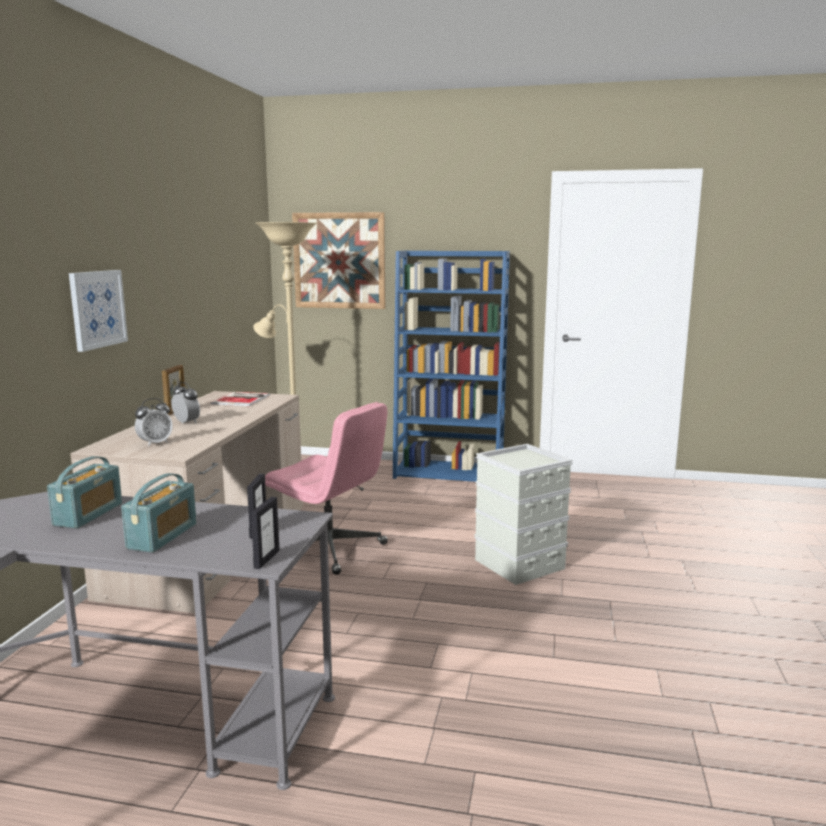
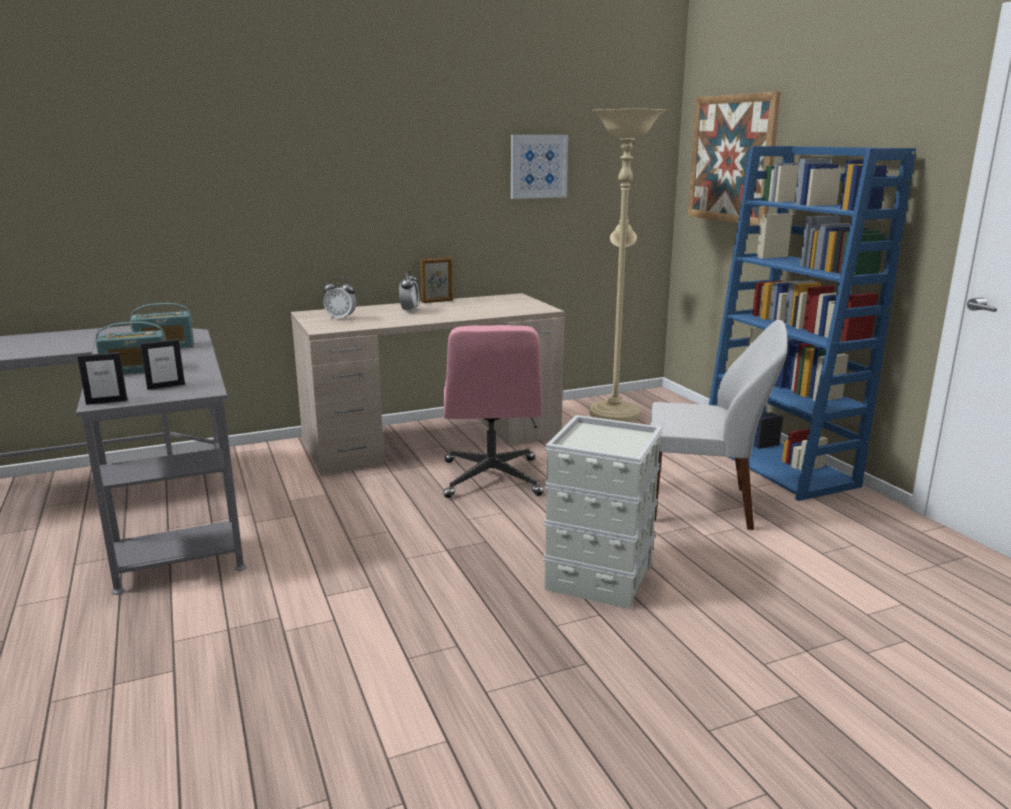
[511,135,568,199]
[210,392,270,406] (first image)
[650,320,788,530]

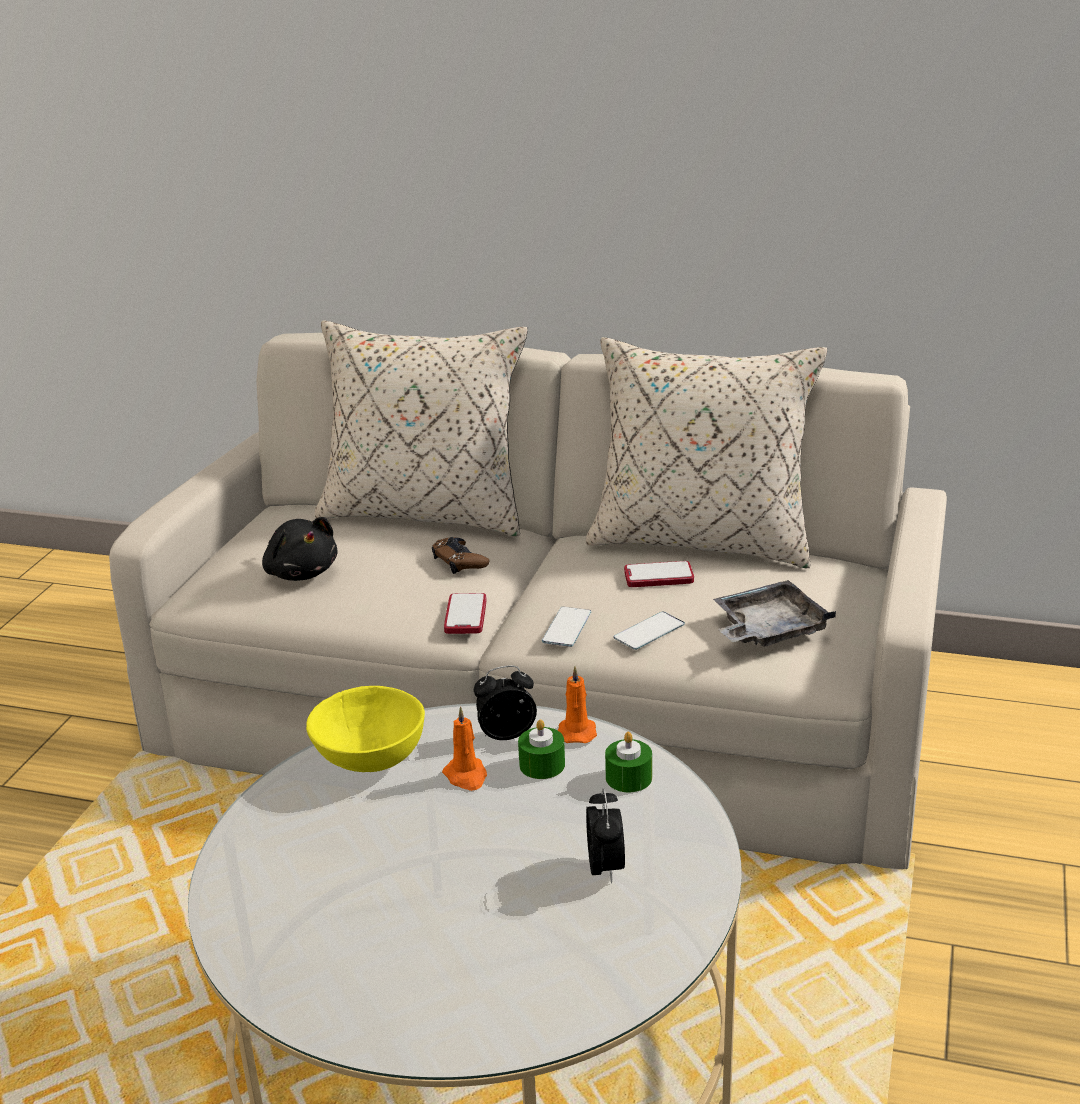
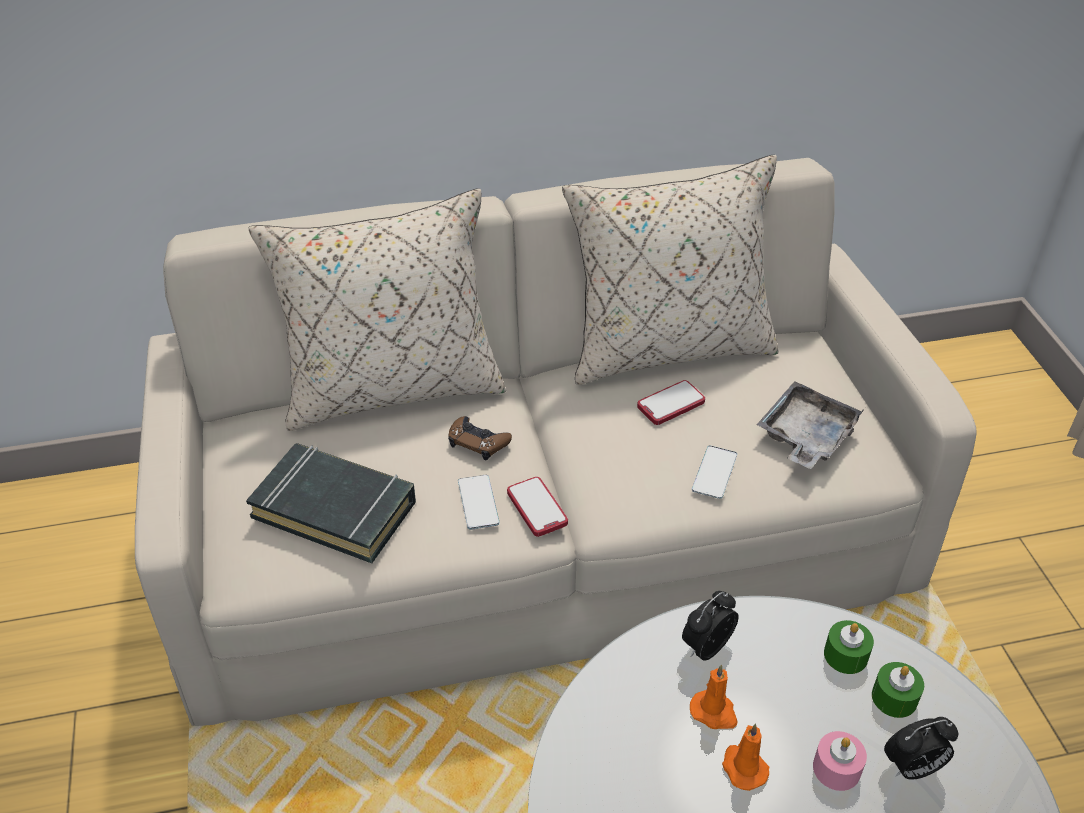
[246,443,416,563]
[306,686,425,772] (first image)
[872,662,924,718]
[458,475,500,530]
[722,723,769,791]
[884,717,958,780]
[813,731,867,791]

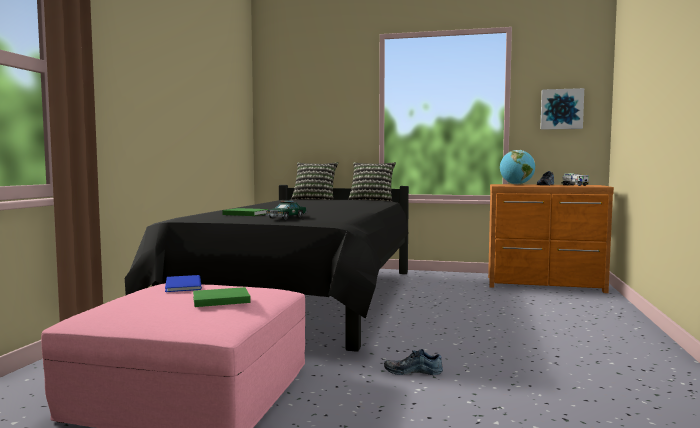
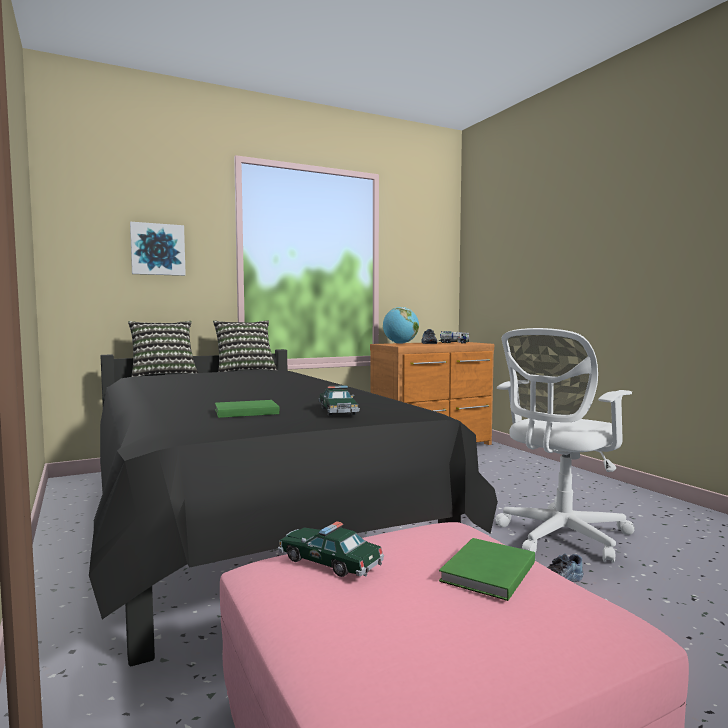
[278,521,384,577]
[130,222,186,276]
[495,328,635,563]

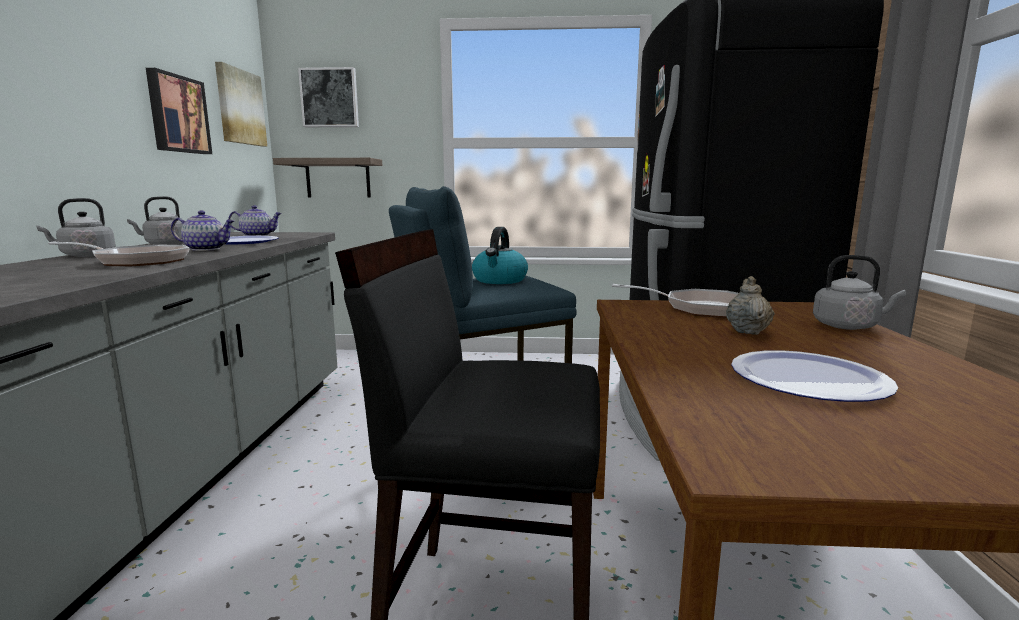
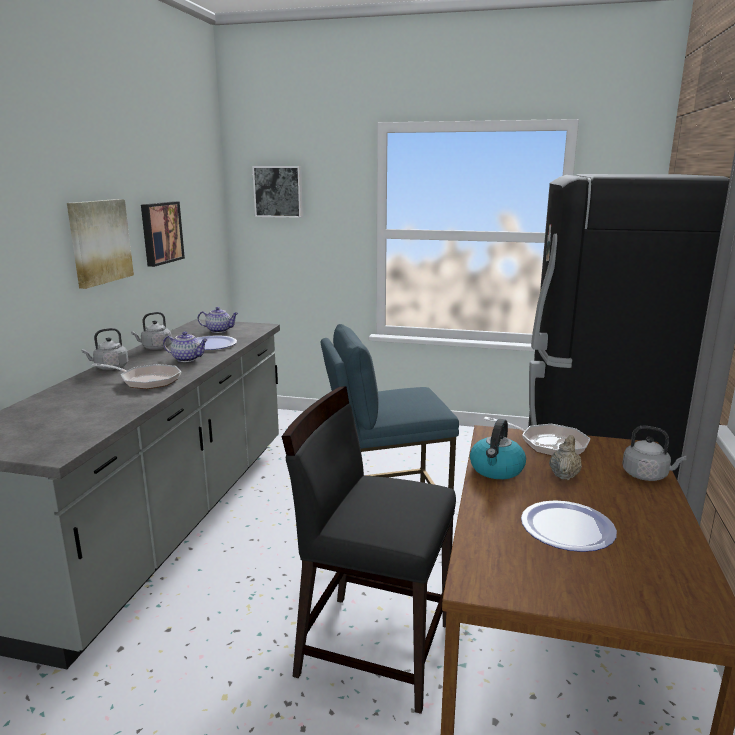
[67,199,134,289]
[273,158,382,198] (first image)
[470,419,526,479]

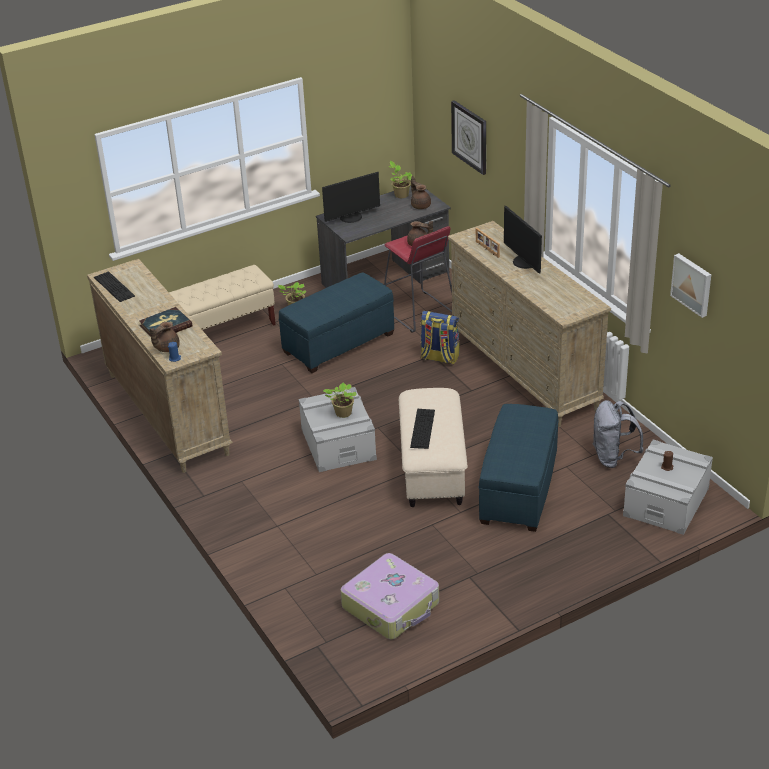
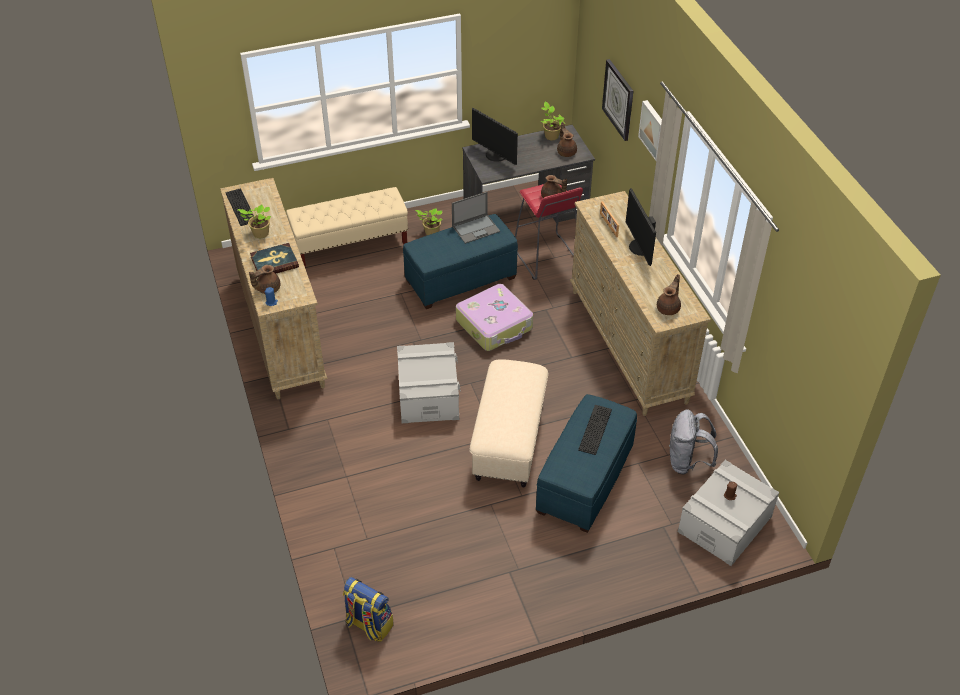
[472,108,518,165]
[238,205,271,238]
[456,284,533,351]
[578,405,612,455]
[343,577,394,642]
[638,100,662,161]
[452,192,500,244]
[657,274,681,315]

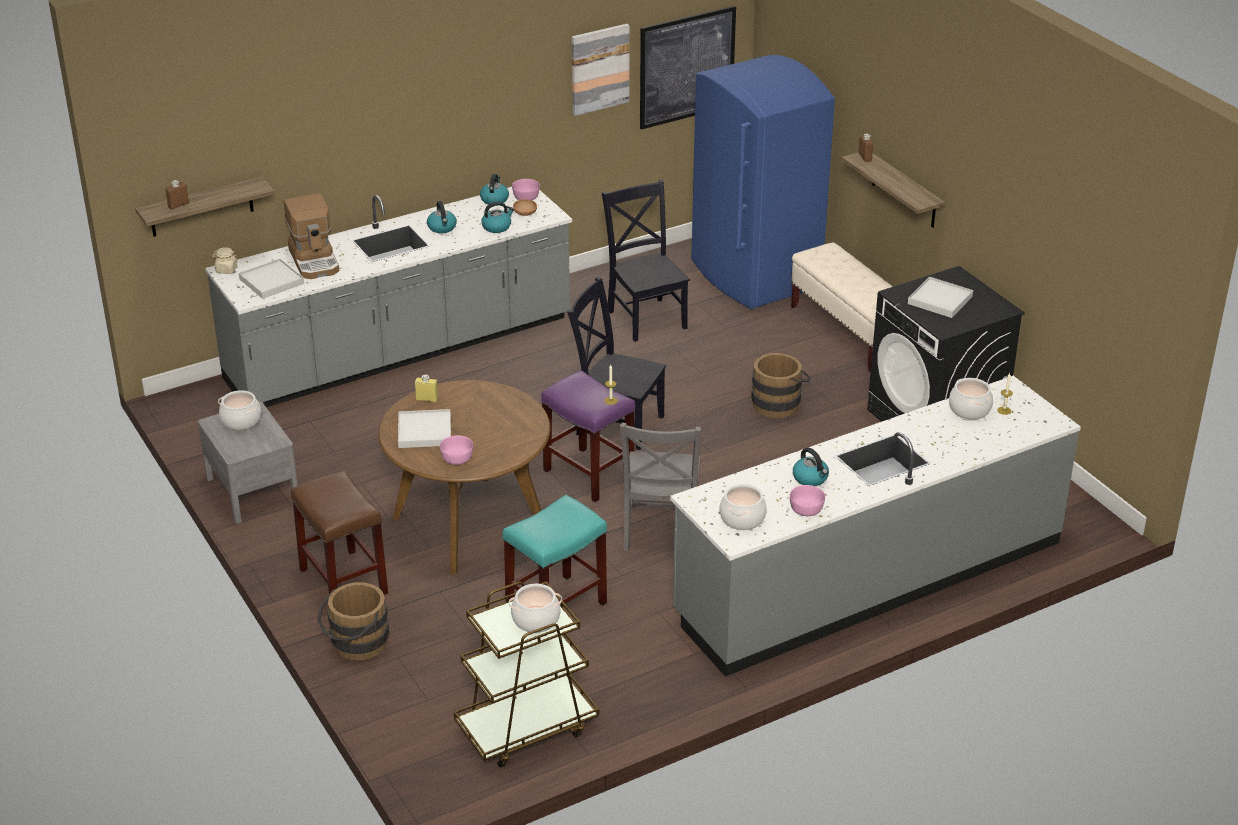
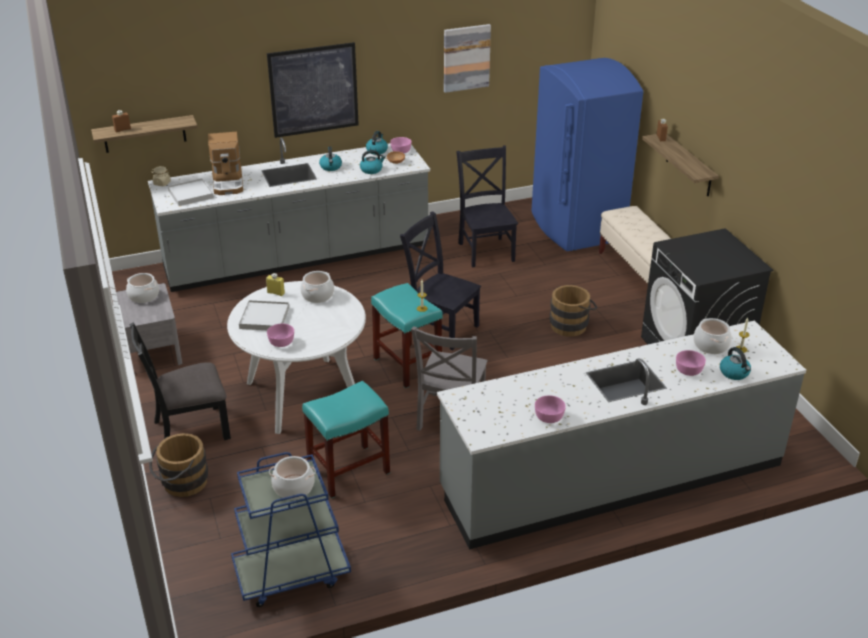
[129,322,231,440]
[227,281,366,434]
[231,452,351,607]
[371,283,443,388]
[267,42,359,138]
[300,271,334,303]
[720,347,751,380]
[908,277,973,318] (first image)
[676,350,706,376]

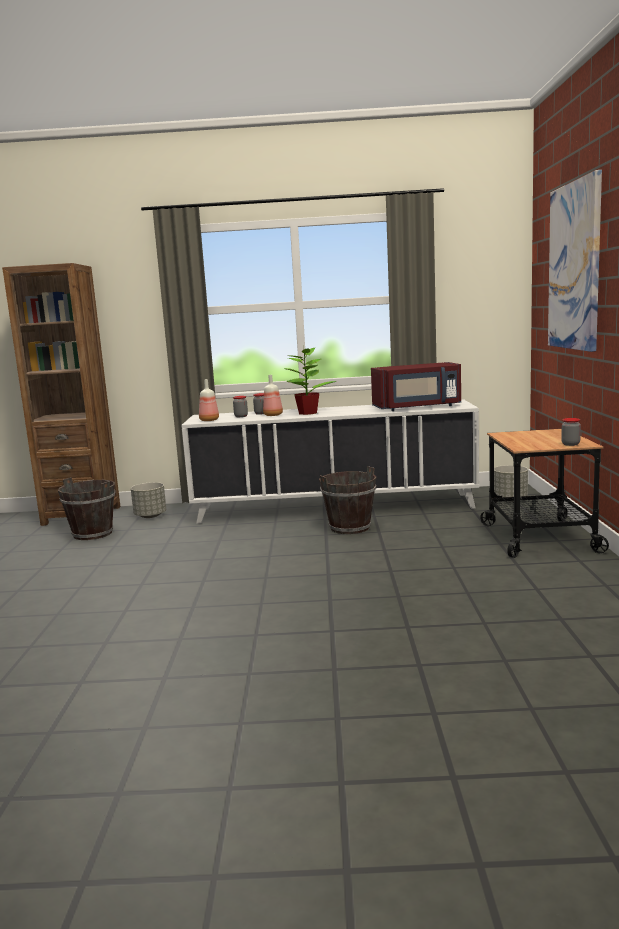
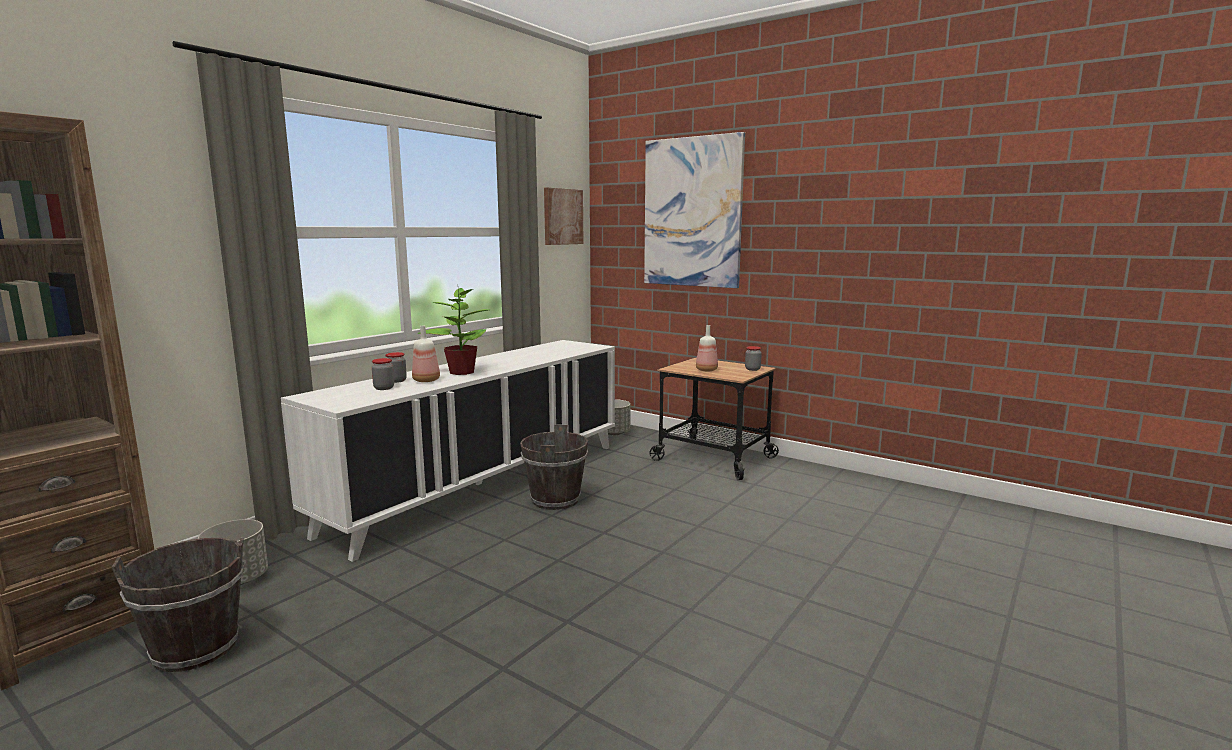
[696,325,718,371]
[371,362,461,411] (first image)
[544,188,584,245]

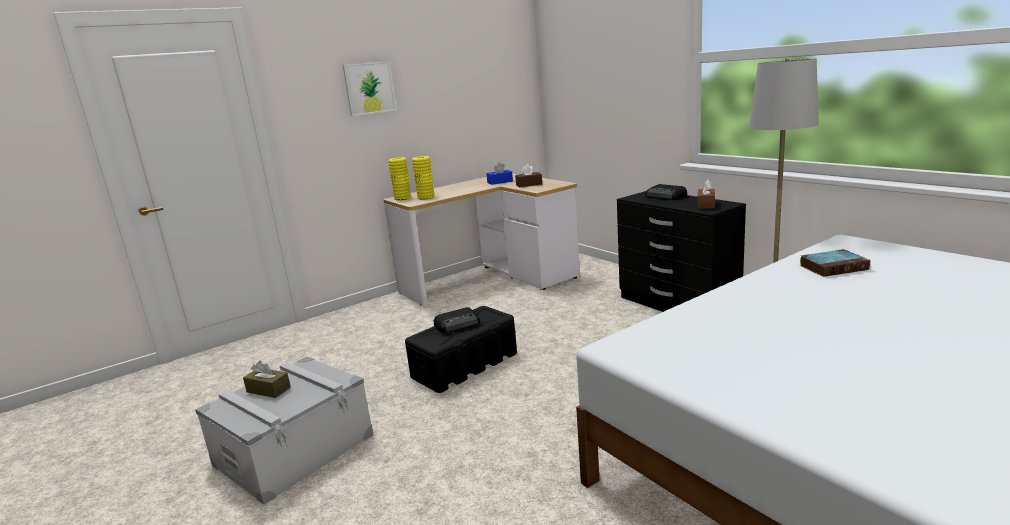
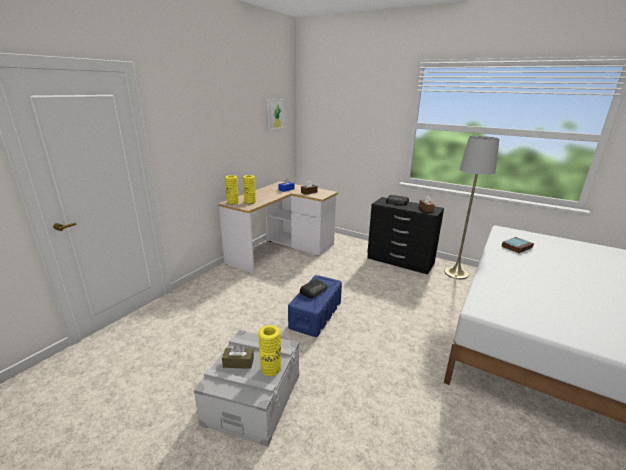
[267,99,286,130]
[288,275,342,337]
[258,325,281,376]

